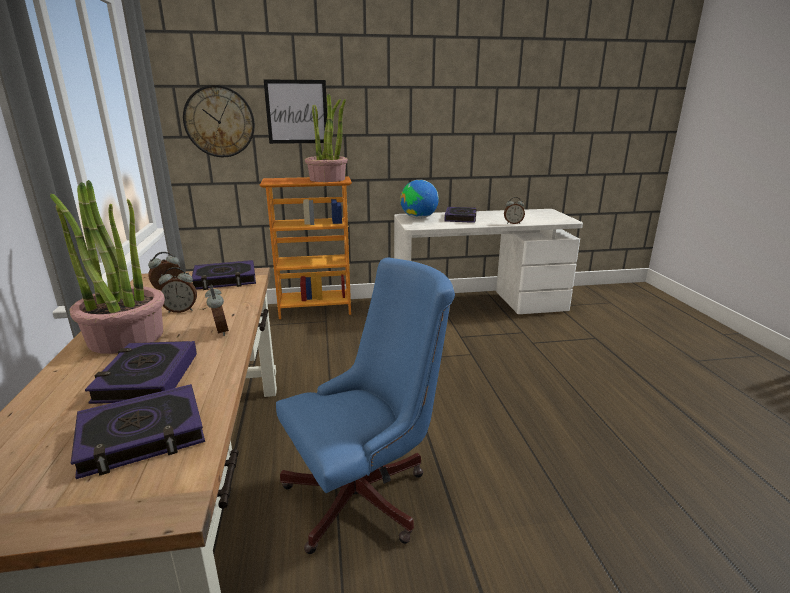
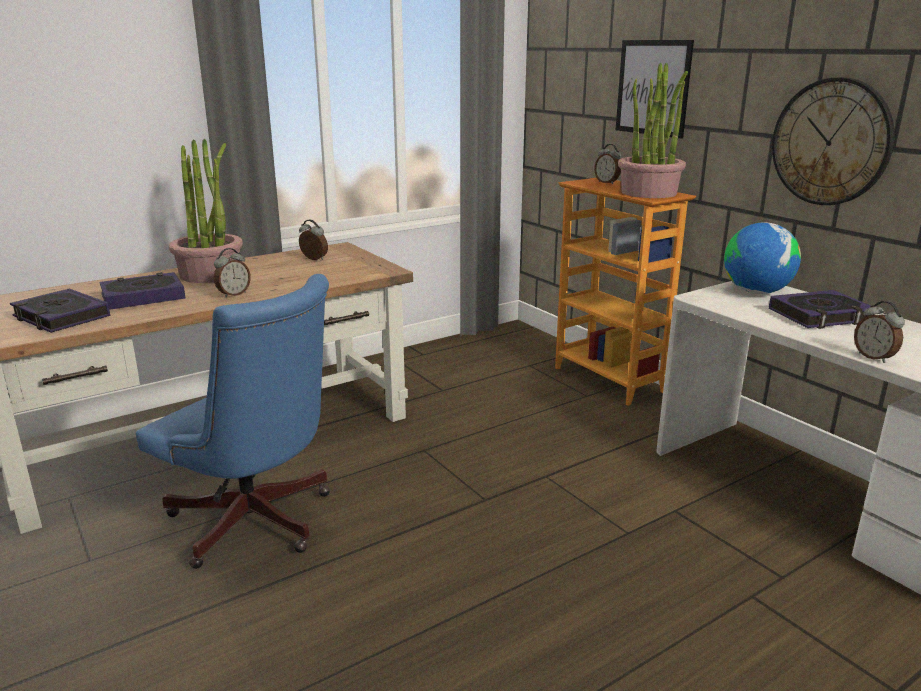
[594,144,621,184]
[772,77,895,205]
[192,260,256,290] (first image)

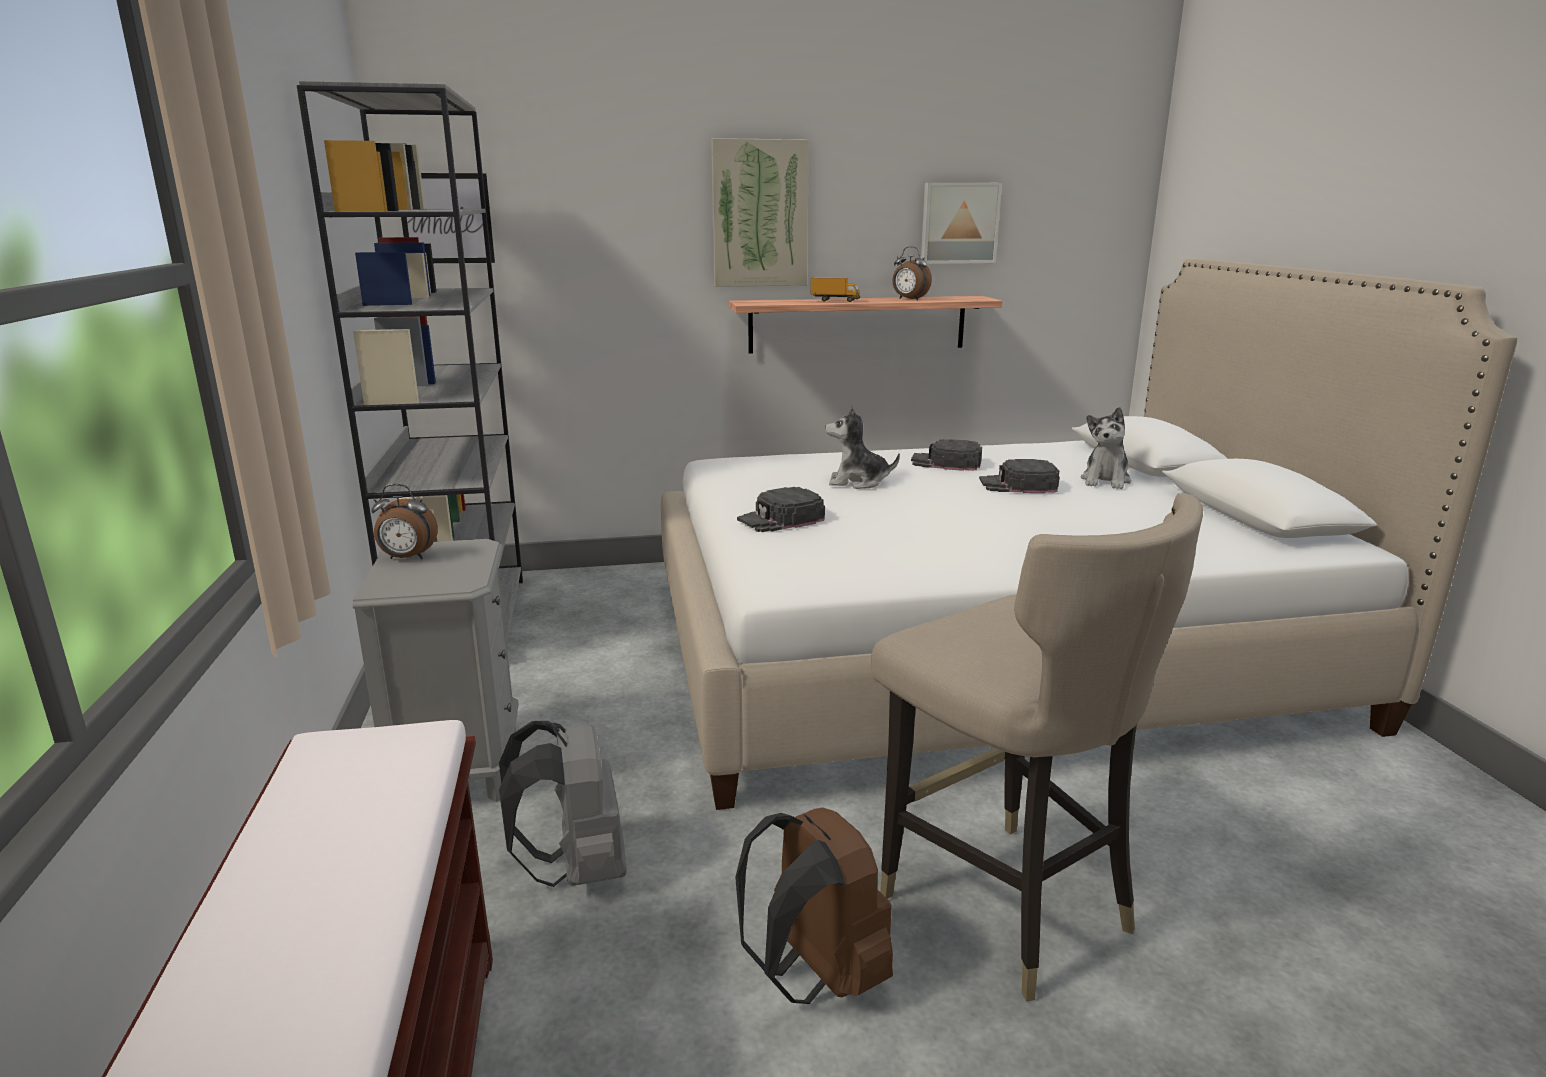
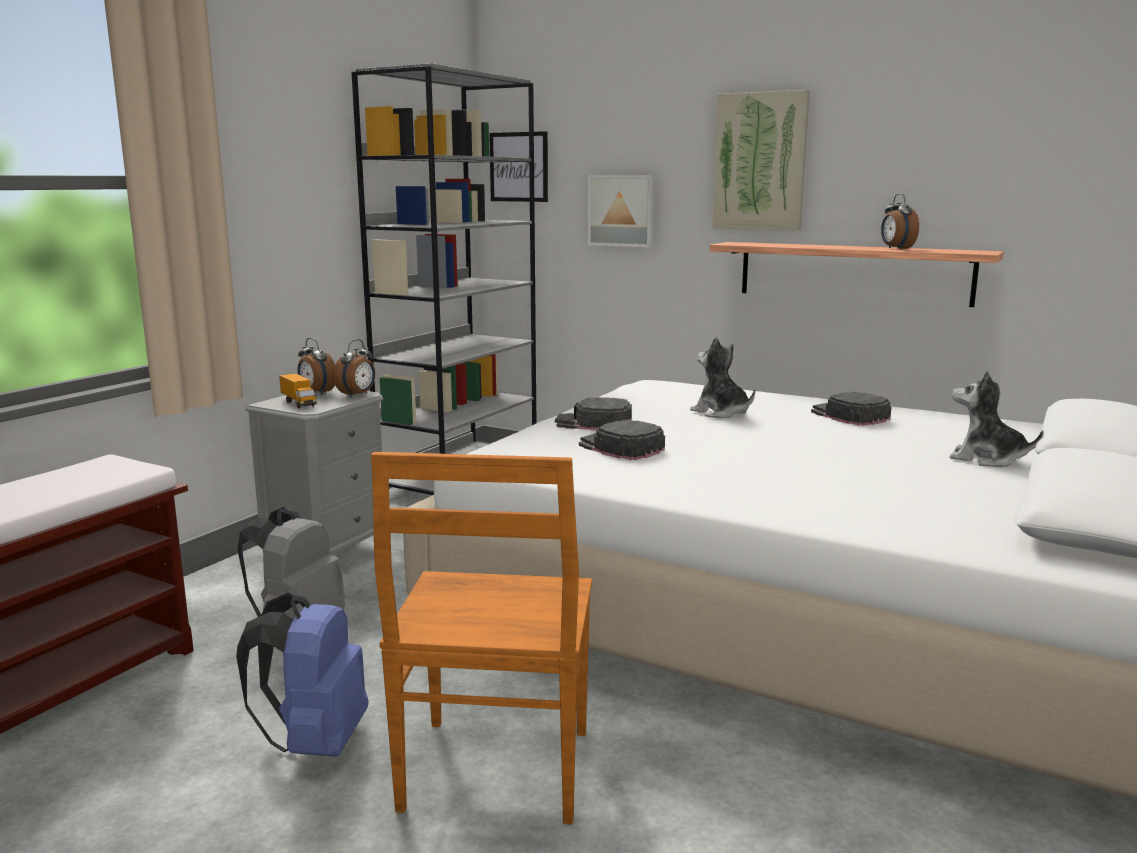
[236,593,369,757]
[279,373,317,408]
[371,452,592,825]
[588,175,655,248]
[579,420,665,460]
[949,371,1044,467]
[333,339,375,397]

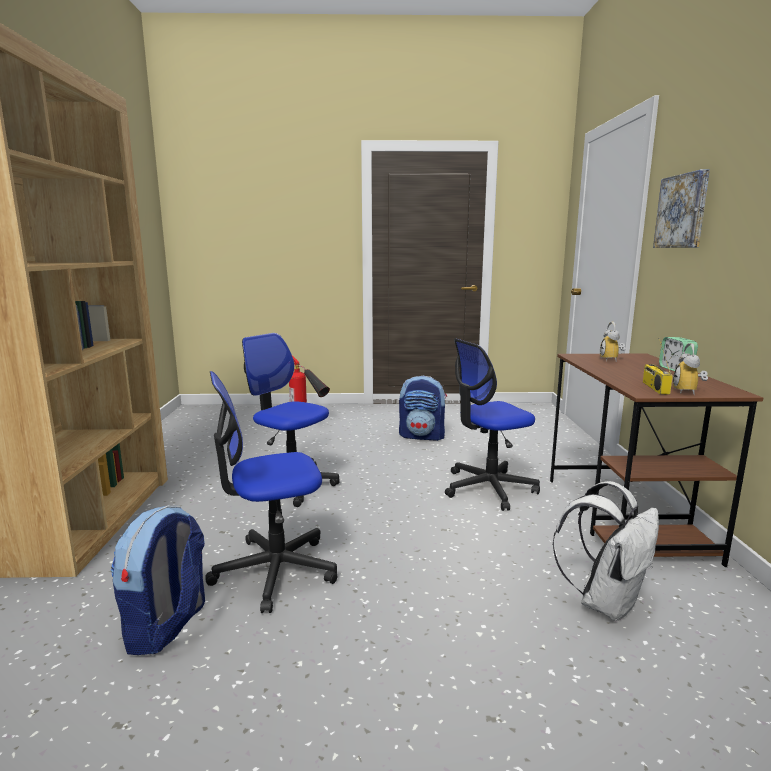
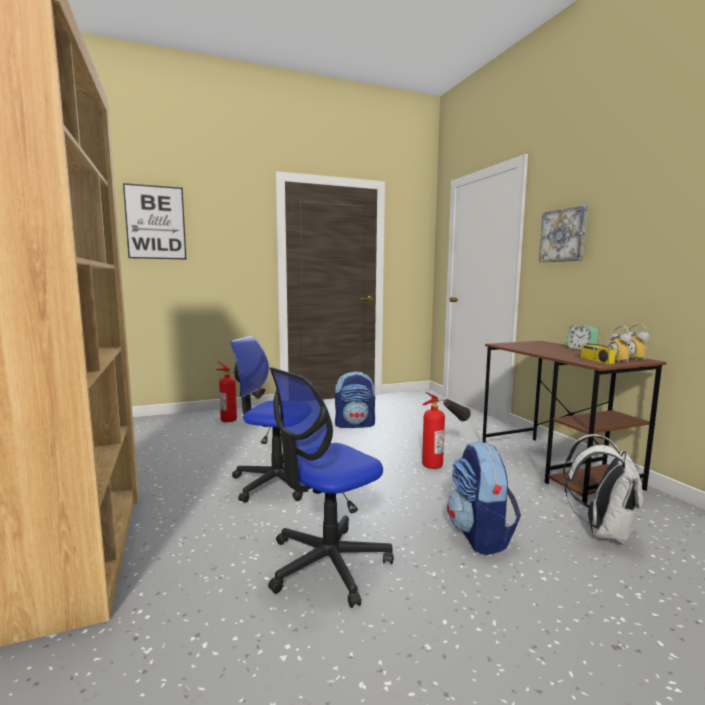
[447,441,521,555]
[422,392,471,469]
[626,324,649,360]
[123,183,186,259]

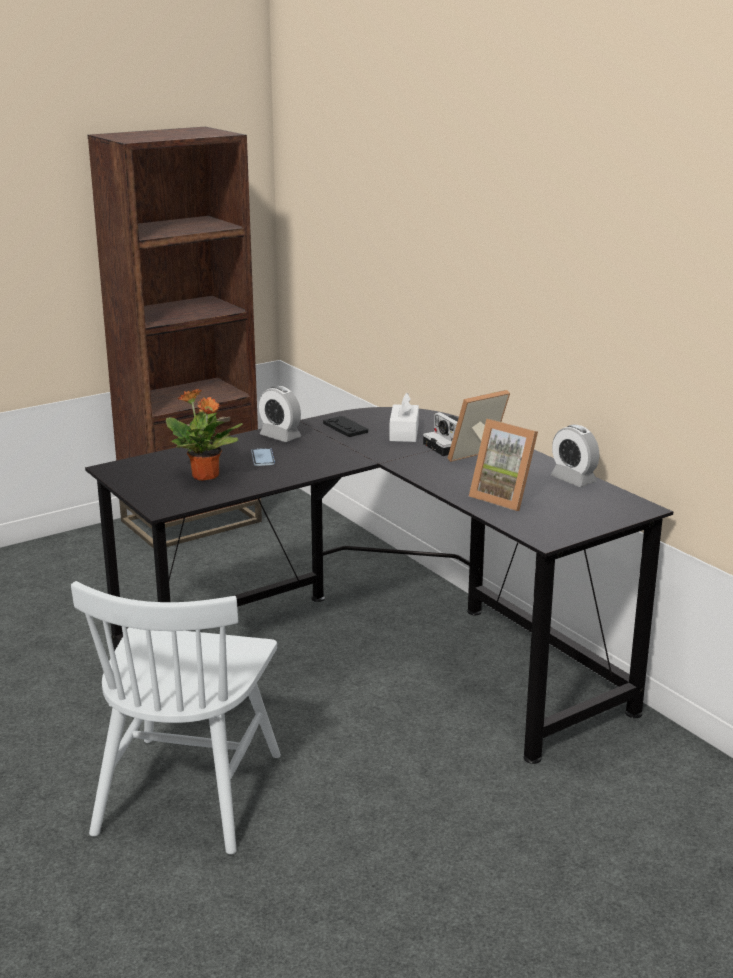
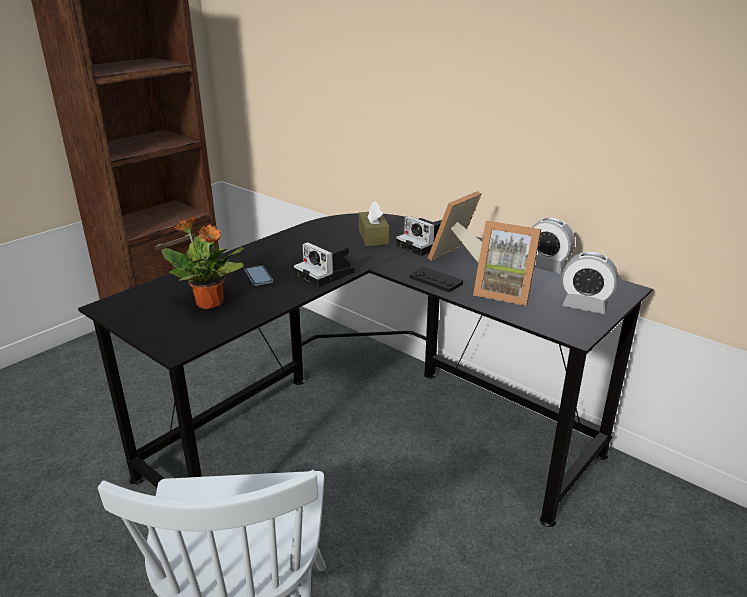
[562,252,618,314]
[409,267,463,292]
[359,201,389,246]
[294,242,354,287]

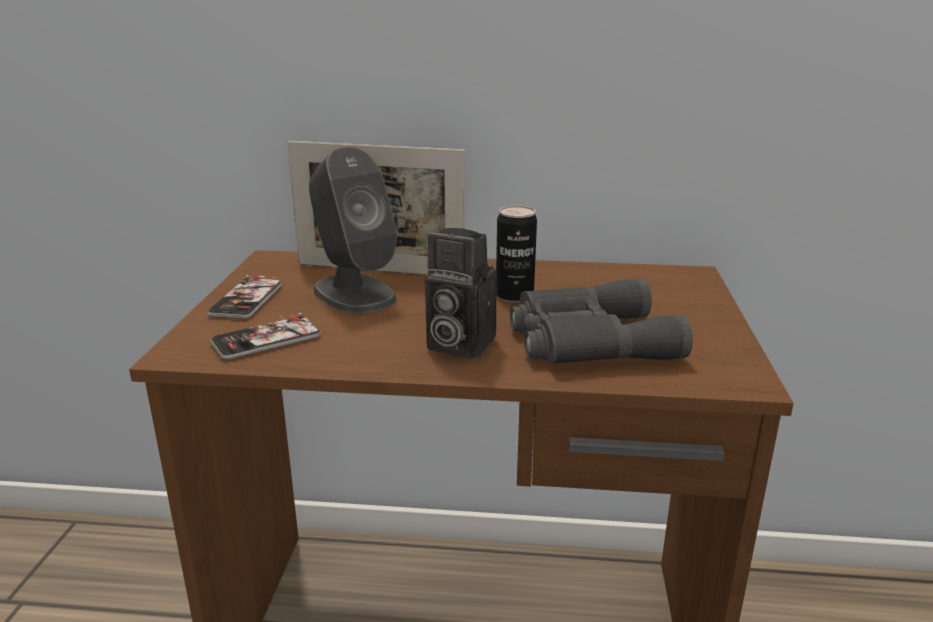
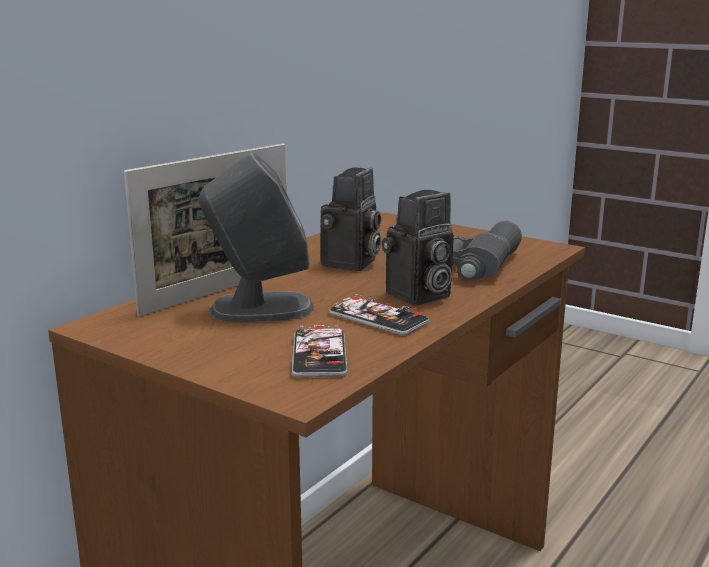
[329,294,429,335]
[320,168,381,271]

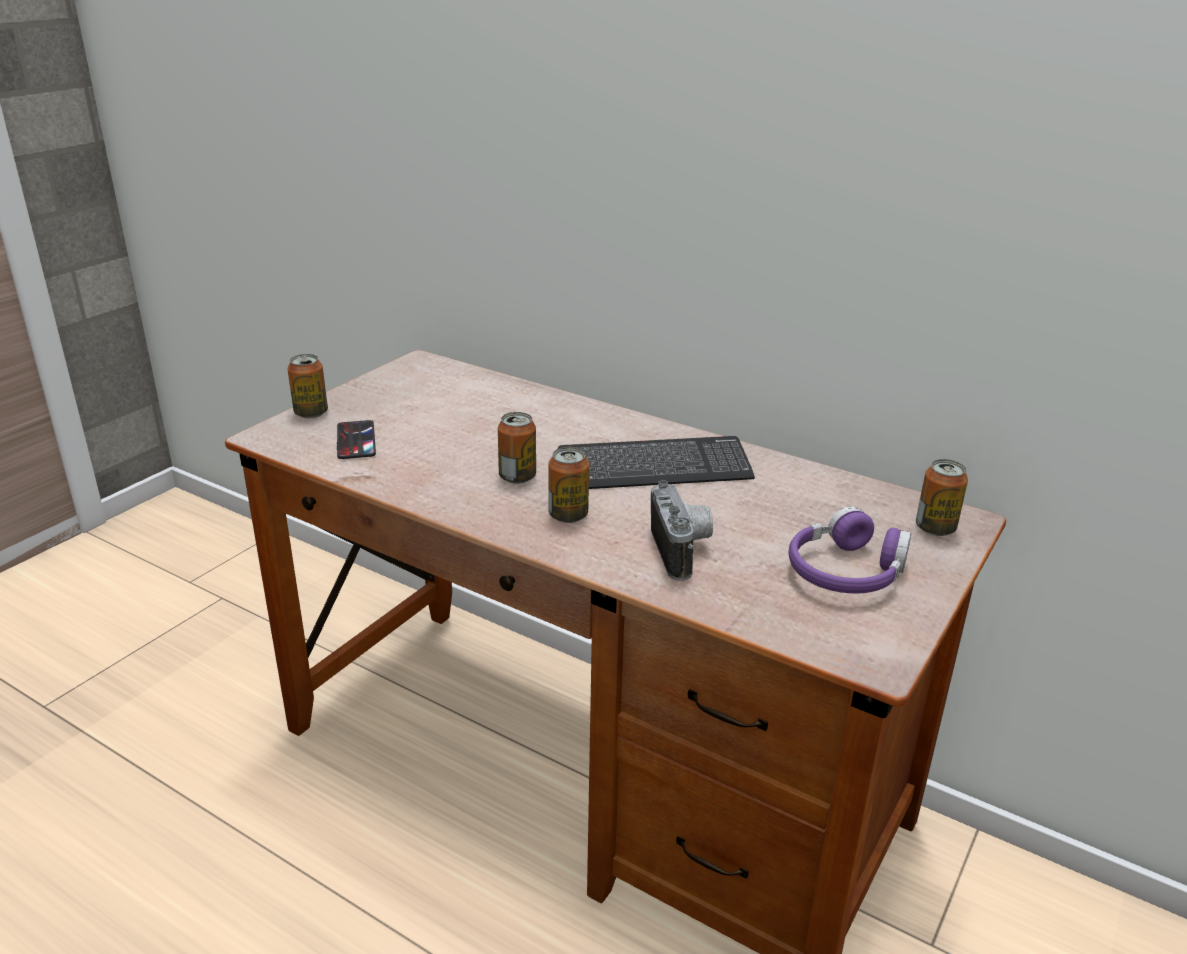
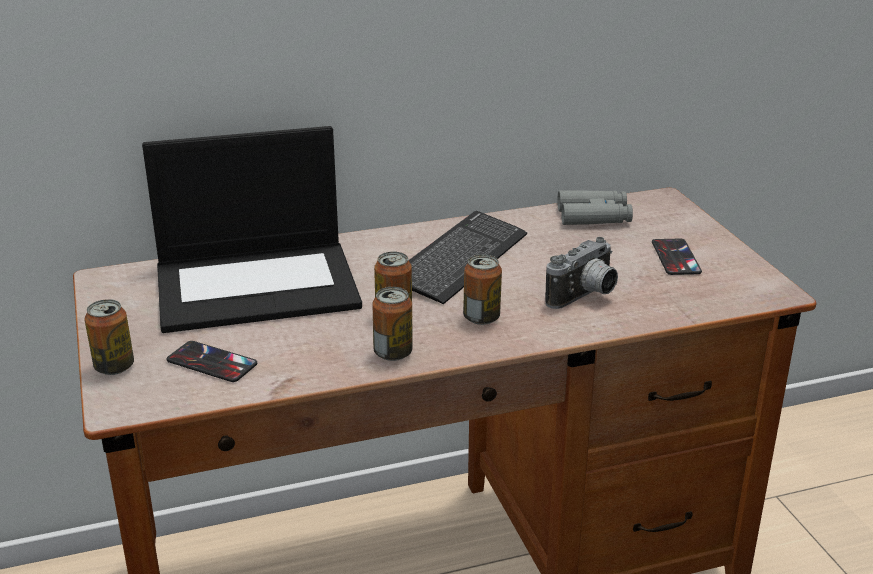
[545,237,618,309]
[652,239,702,275]
[372,287,412,361]
[142,126,362,333]
[557,190,633,225]

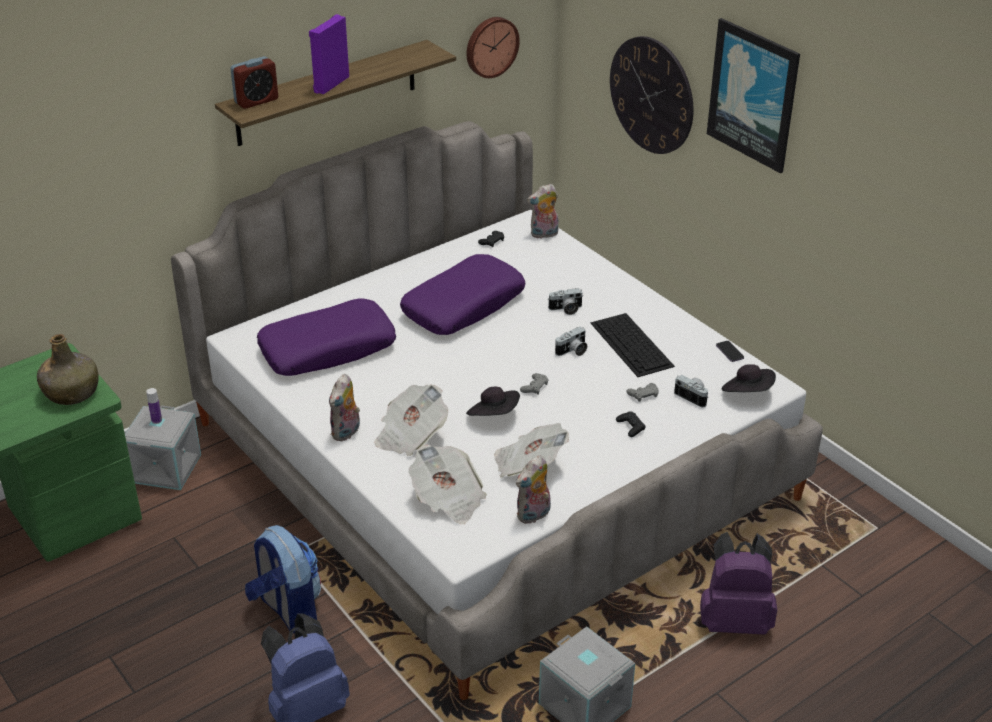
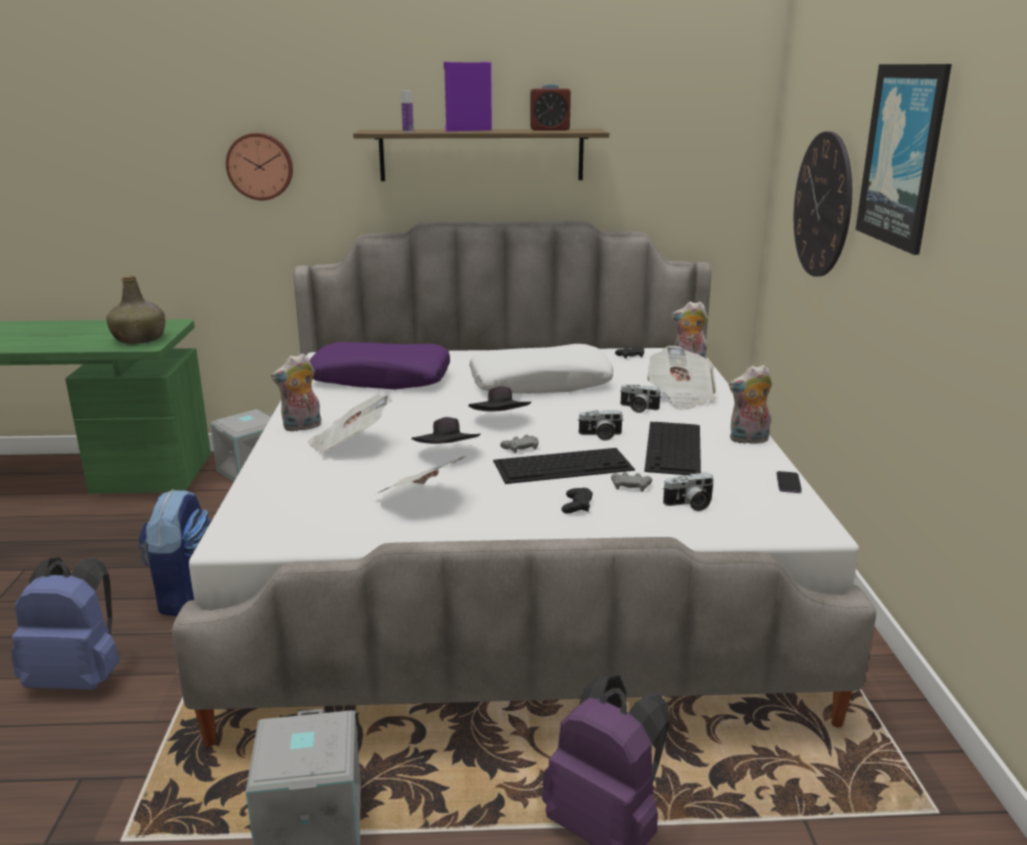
[401,90,414,132]
[530,84,571,130]
[469,344,613,394]
[647,346,717,410]
[226,133,293,201]
[729,365,772,444]
[663,472,714,511]
[468,386,531,412]
[493,448,635,484]

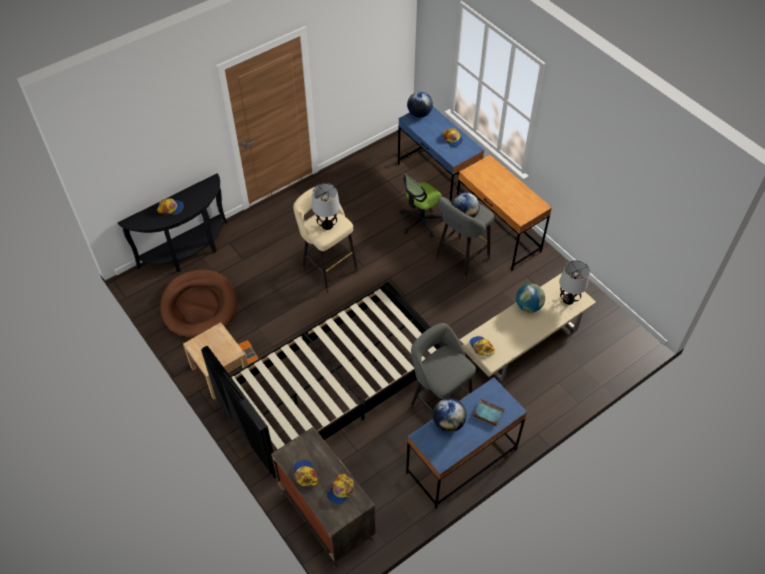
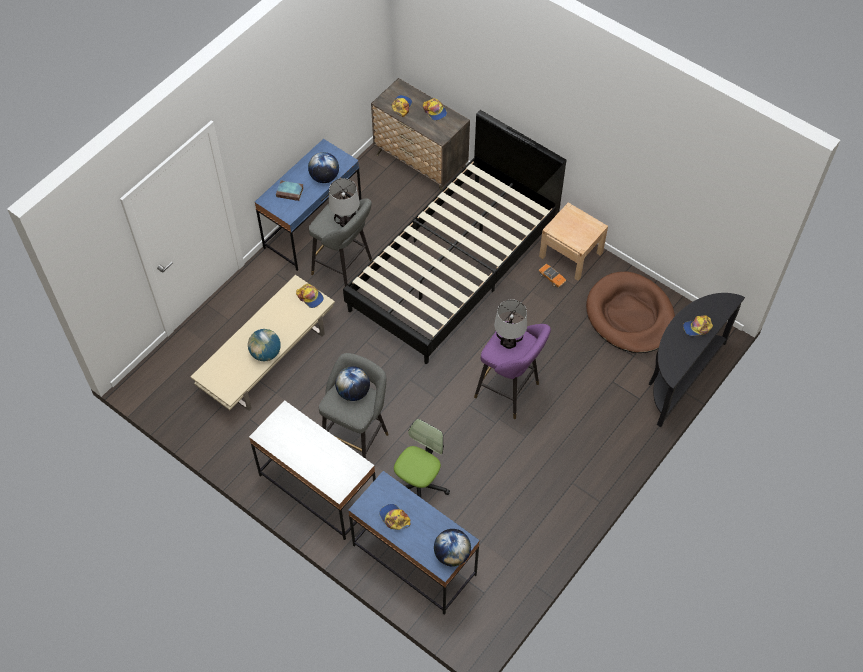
[474,321,551,419]
[249,400,376,540]
[329,178,360,227]

